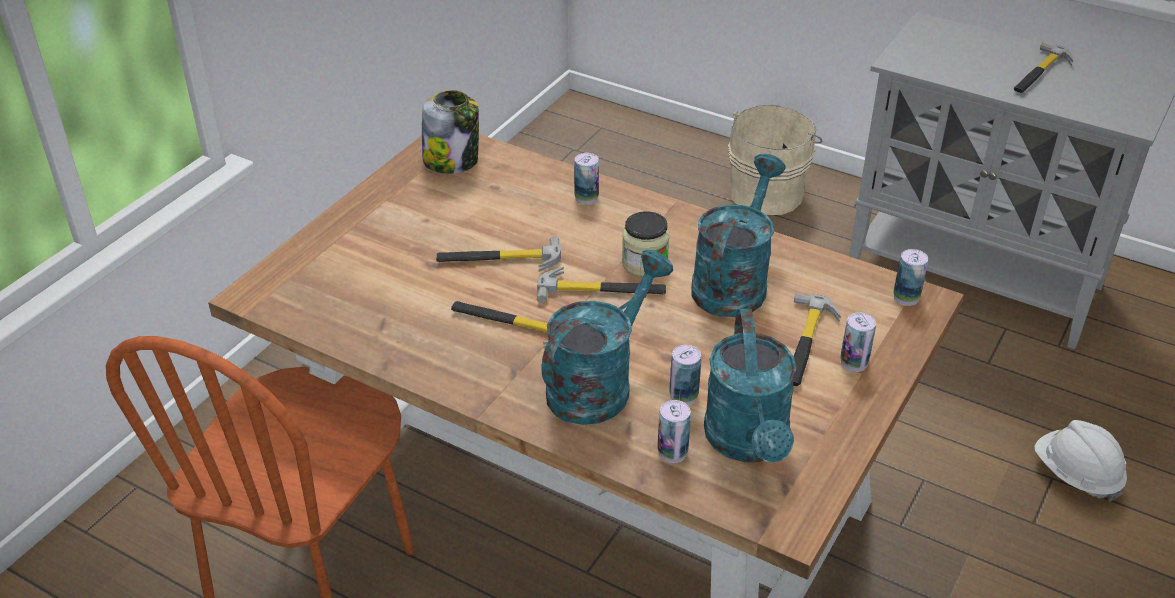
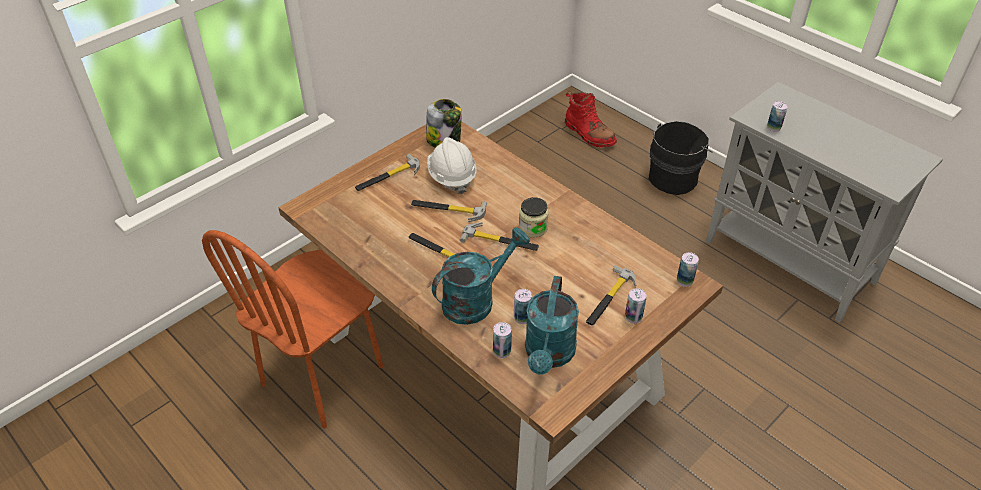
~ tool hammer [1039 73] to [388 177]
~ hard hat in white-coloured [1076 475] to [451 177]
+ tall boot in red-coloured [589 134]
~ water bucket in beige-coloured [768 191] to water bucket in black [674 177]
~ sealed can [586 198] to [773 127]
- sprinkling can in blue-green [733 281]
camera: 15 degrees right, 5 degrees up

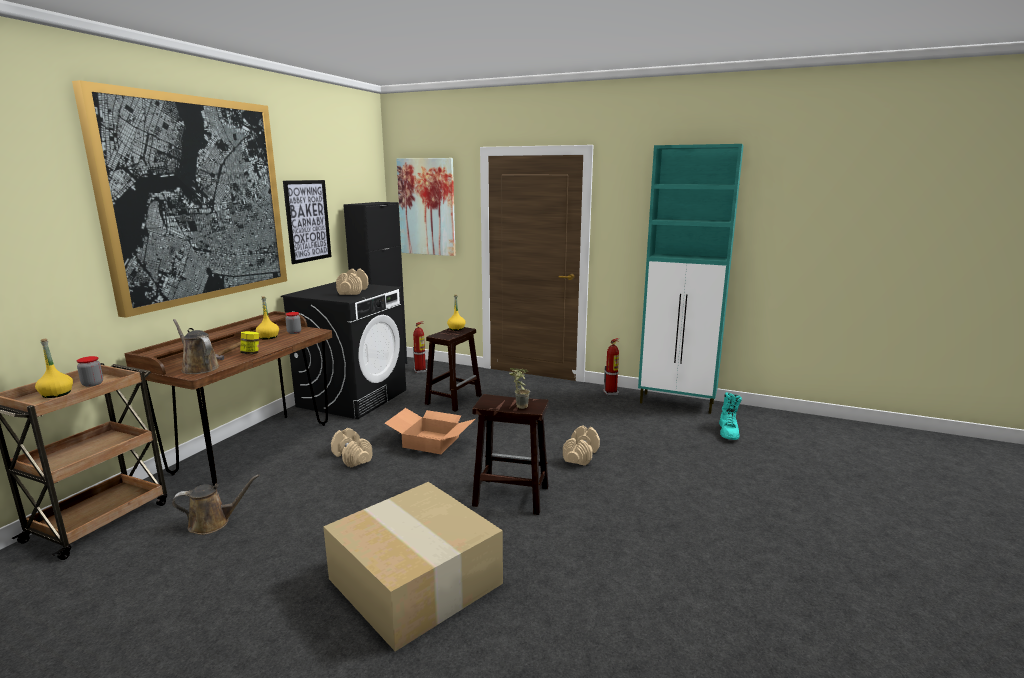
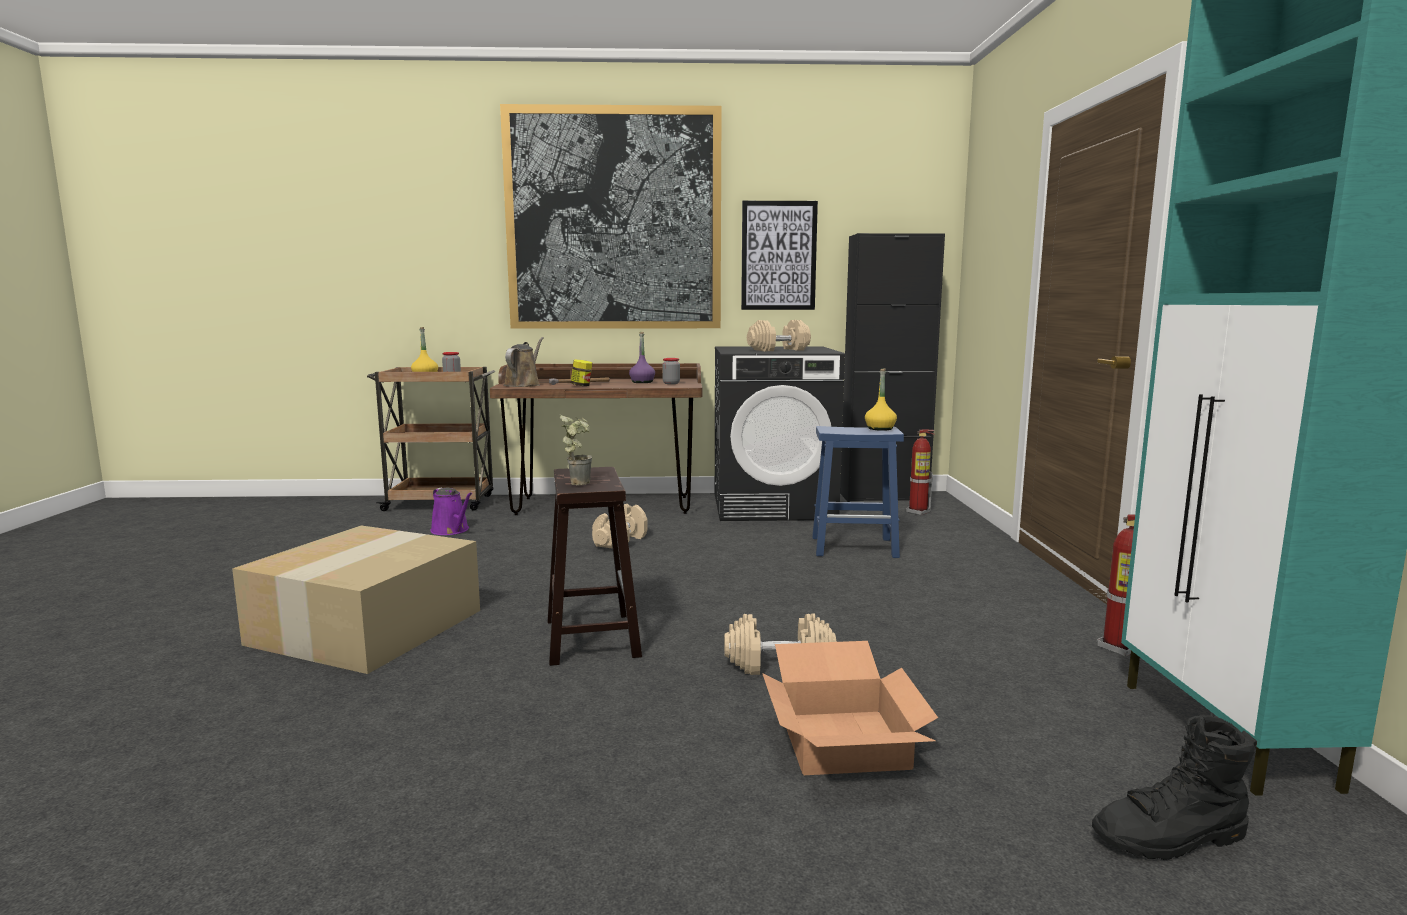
~ sprinkling can in brown-coloured [213 523] to sprinkling can in purple-coloured [452 530]
~ drink bottle in yellow [268 337] to drink bottle in purple-coloured [642 382]
~ cardboard box [430 442] to [840 740]
~ stool in brown-coloured [454 399] to stool in blue [855 547]
~ tall boot in blue-green [728 432] to tall boot in black [1171 838]
- wall art [427 207]
camera: 65 degrees right, 5 degrees down

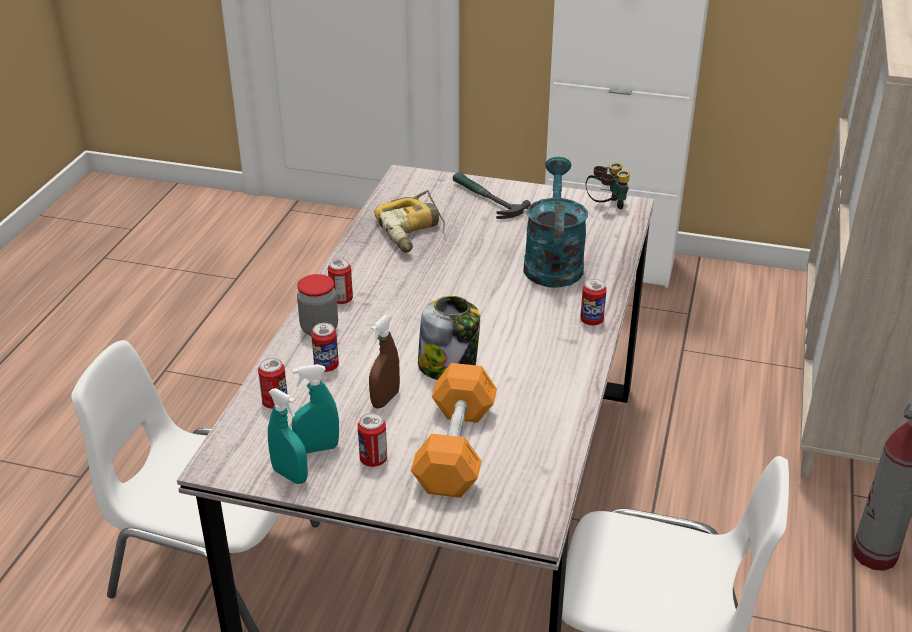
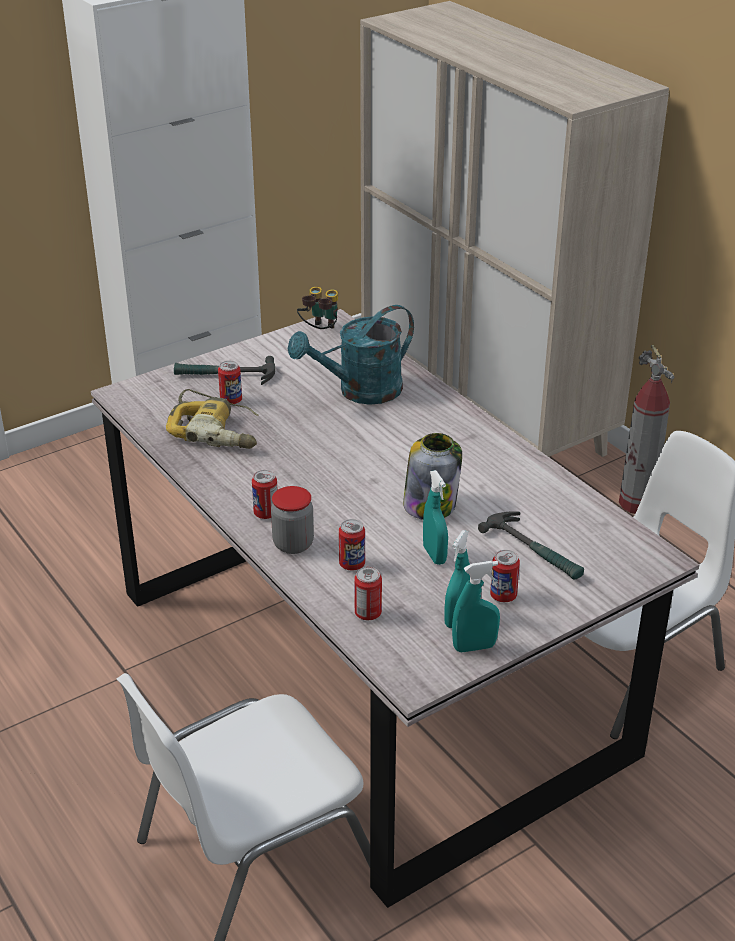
~ sealed can [591 321] to [231 400]
~ sprinkling can in blue-green [552 262] = [360 392] 75 degrees counterclockwise
~ sprayer in brown-coloured [385 399] to sprayer in blue-green [434 555]
~ dumbbell in orange [455 448] to tool hammer [535 551]
camera: 50 degrees left, 0 degrees up

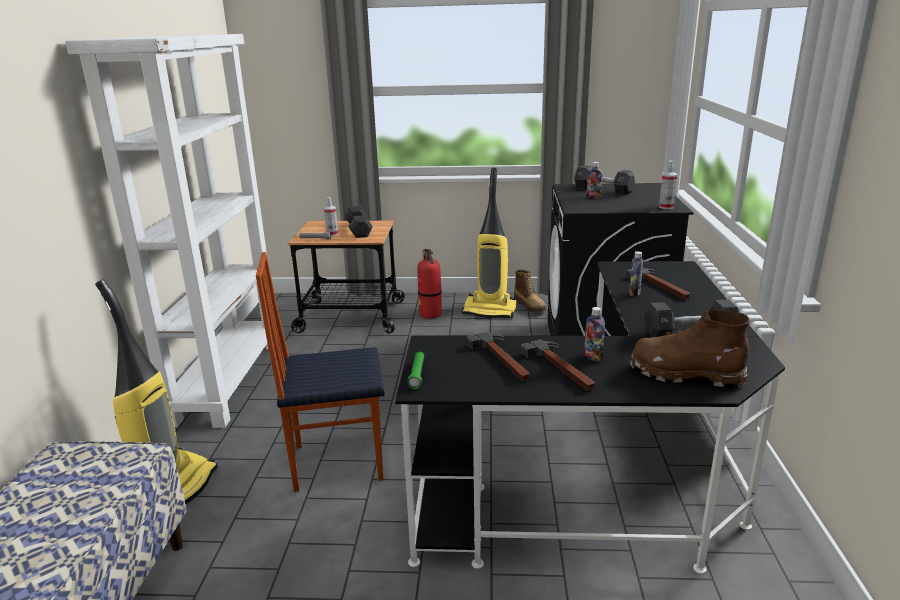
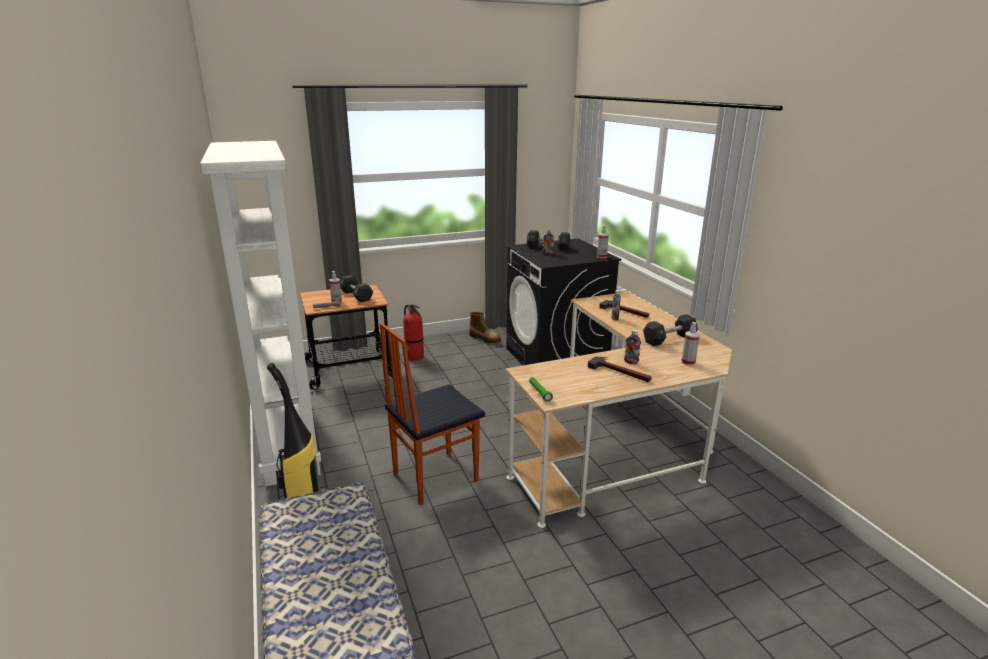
~ desk table in black [607 480] to desk table in beige-coloured [619 445]
~ tall boot in brown-coloured [685 373] to sprayer [688 362]
- vacuum [490 310]
- tool hammer [502 360]
camera: 25 degrees left, 0 degrees up

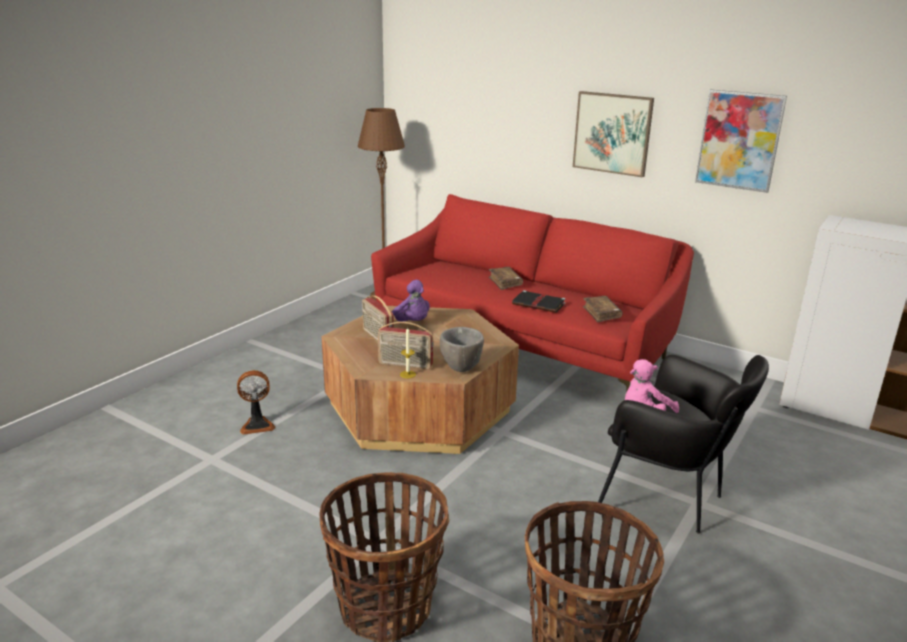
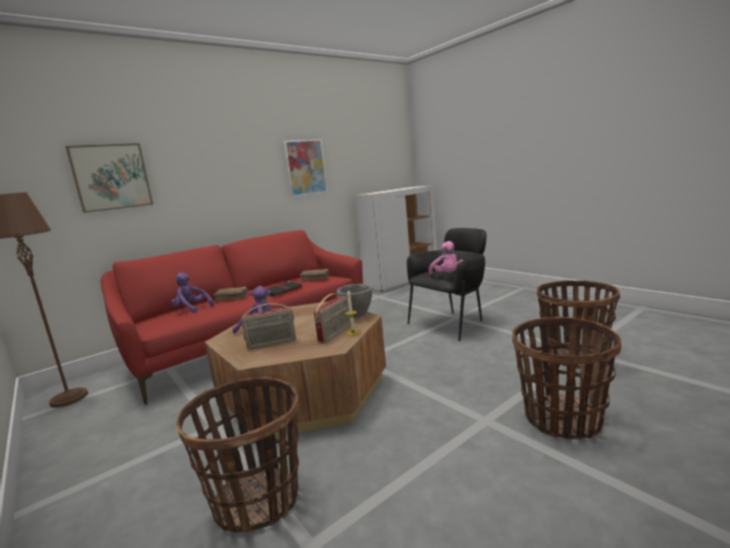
~ wall art [612 133] to [111 177]
+ soft toy in purple-coloured [192 309]
~ fan [257 425] to household basket [257 500]
camera: 70 degrees left, 10 degrees down

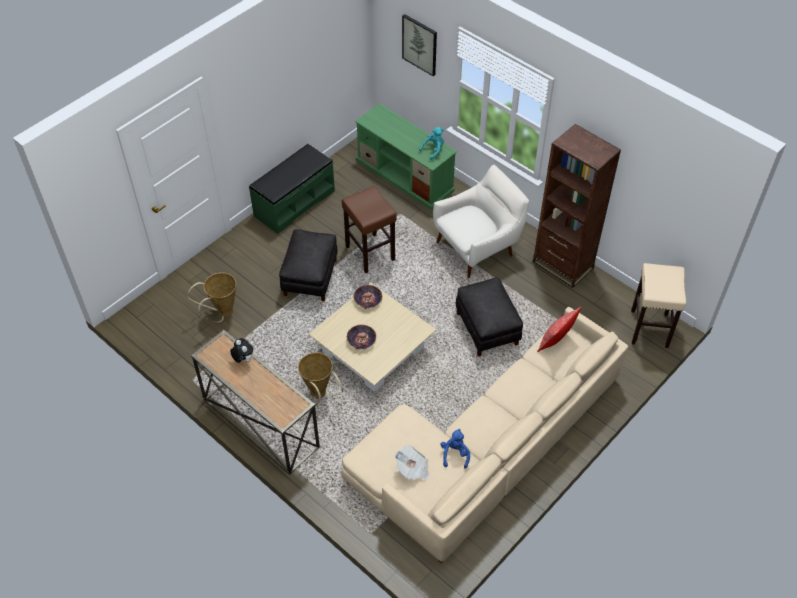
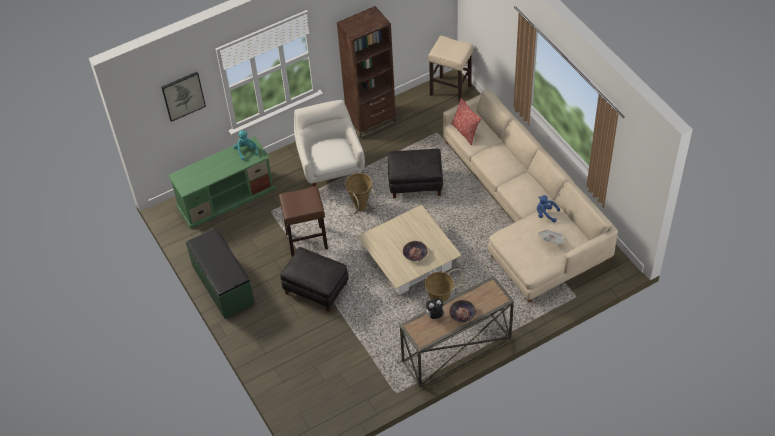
~ household basket [222 314] to [361 209]
~ deep dish [368 300] to [462 314]
camera: 70 degrees left, 0 degrees up

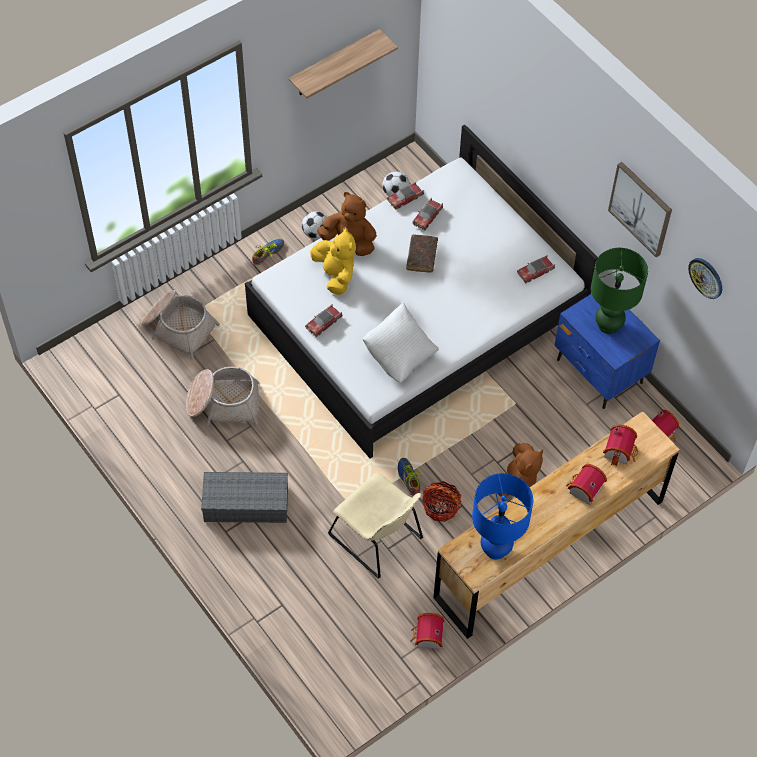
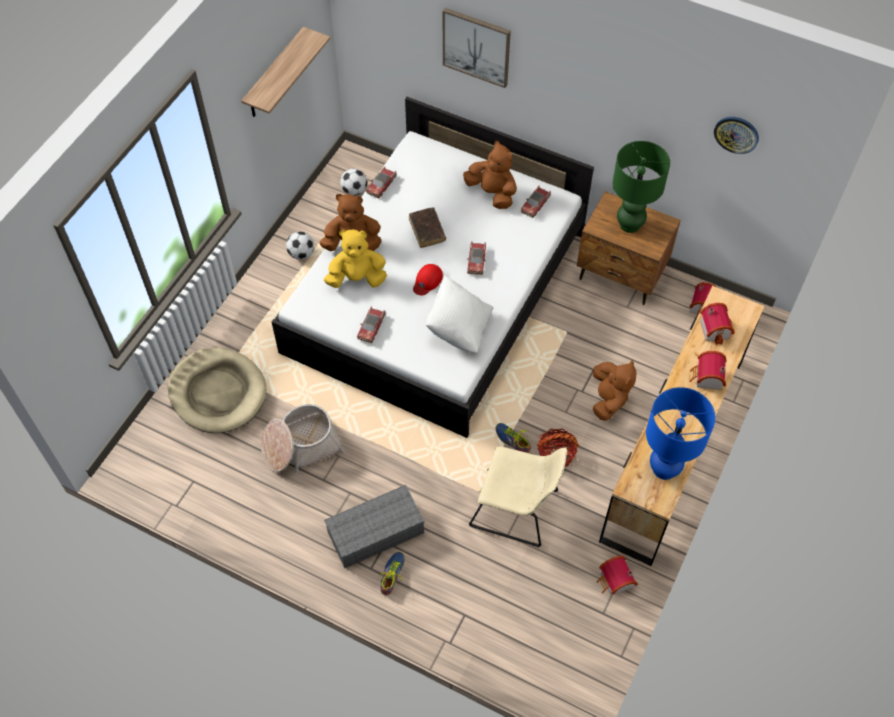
~ household basket [178 328] to dog cushion in beige-coloured [218 392]
~ soft toy in yellow [335 275] = [357 278] 45 degrees counterclockwise
~ shoe [267 253] to [392 575]
+ cap in red-coloured [427 281]
~ wall art [641 208] to [476 46]
+ soft toy in brown-coloured [492 193]
~ model car [427 217] to [476 261]
~ nightstand in blue [599 372] to nightstand in brown-coloured [621 275]
camera: 25 degrees left, 0 degrees up

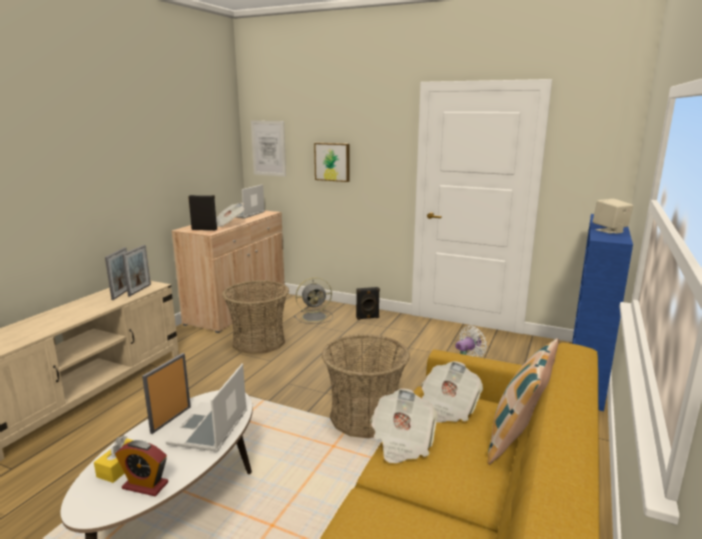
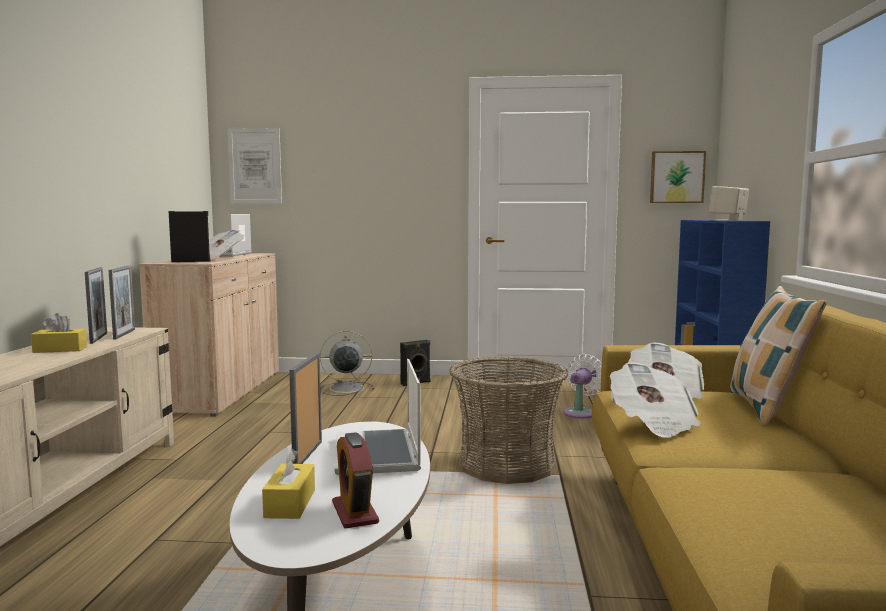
+ box of tissues in yellow [60 349]
~ fan in gray [315 317] = [345 388] 150 degrees counterclockwise
~ alarm clock [145 485] = [355 513] 75 degrees clockwise
~ wall art [332 162] to [676 177]
- household basket [259 342]
camera: 20 degrees left, 10 degrees down

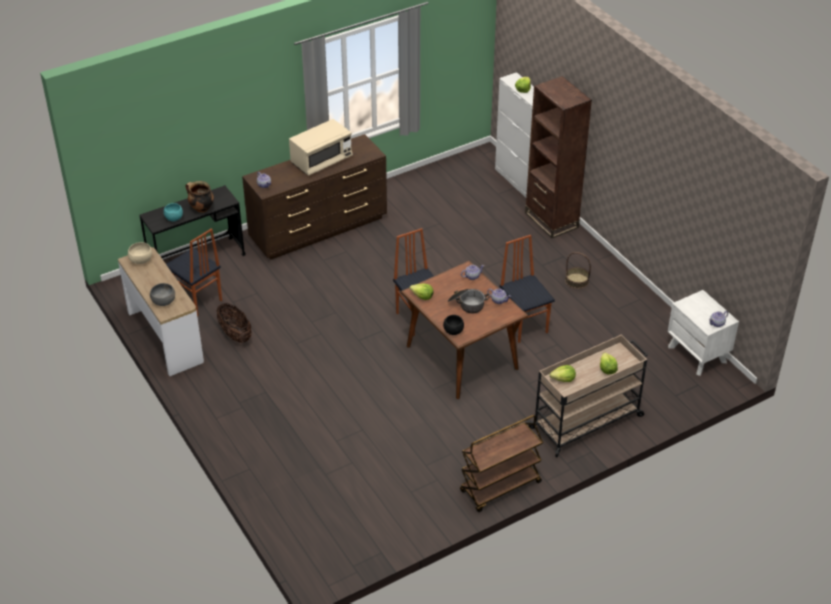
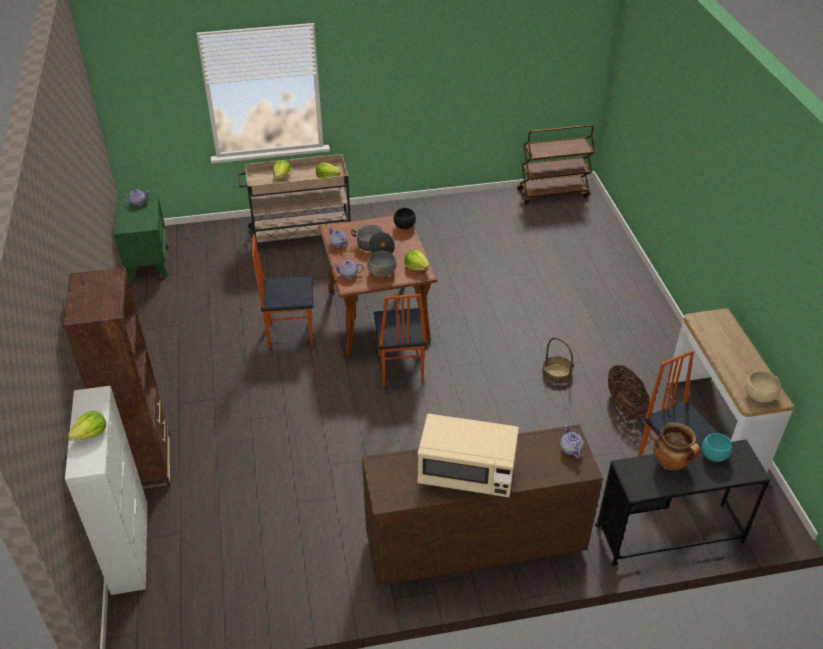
~ nightstand in white-coloured [697 354] to nightstand in green-coloured [148 263]
~ chair [524 325] = [290 332] 90 degrees clockwise
~ deep dish in gray [164 301] to [381 272]
~ microwave oven in beige-coloured [321 161] = [467 473] 150 degrees counterclockwise
~ cart in brown-coloured [500 487] to [553 193]
~ household basket [577 281] to [556 373]
camera: 160 degrees left, 0 degrees up

